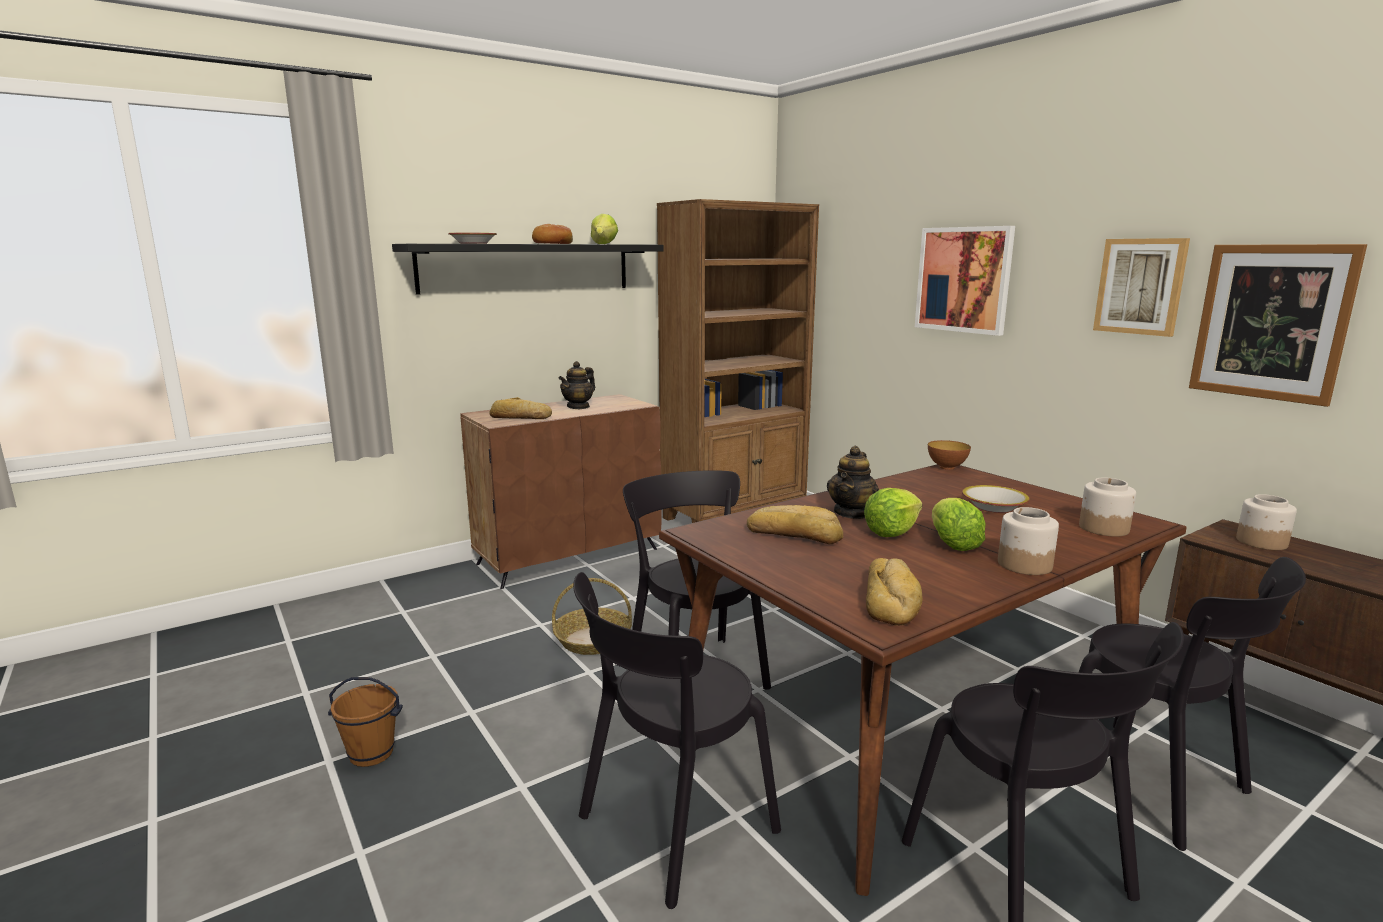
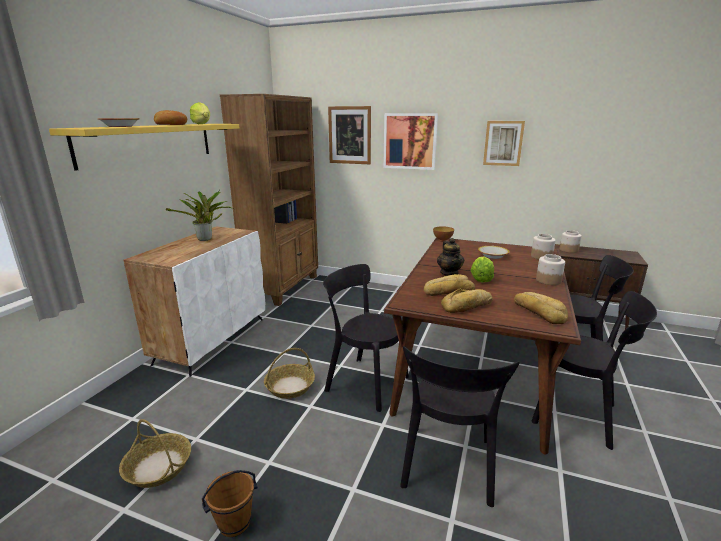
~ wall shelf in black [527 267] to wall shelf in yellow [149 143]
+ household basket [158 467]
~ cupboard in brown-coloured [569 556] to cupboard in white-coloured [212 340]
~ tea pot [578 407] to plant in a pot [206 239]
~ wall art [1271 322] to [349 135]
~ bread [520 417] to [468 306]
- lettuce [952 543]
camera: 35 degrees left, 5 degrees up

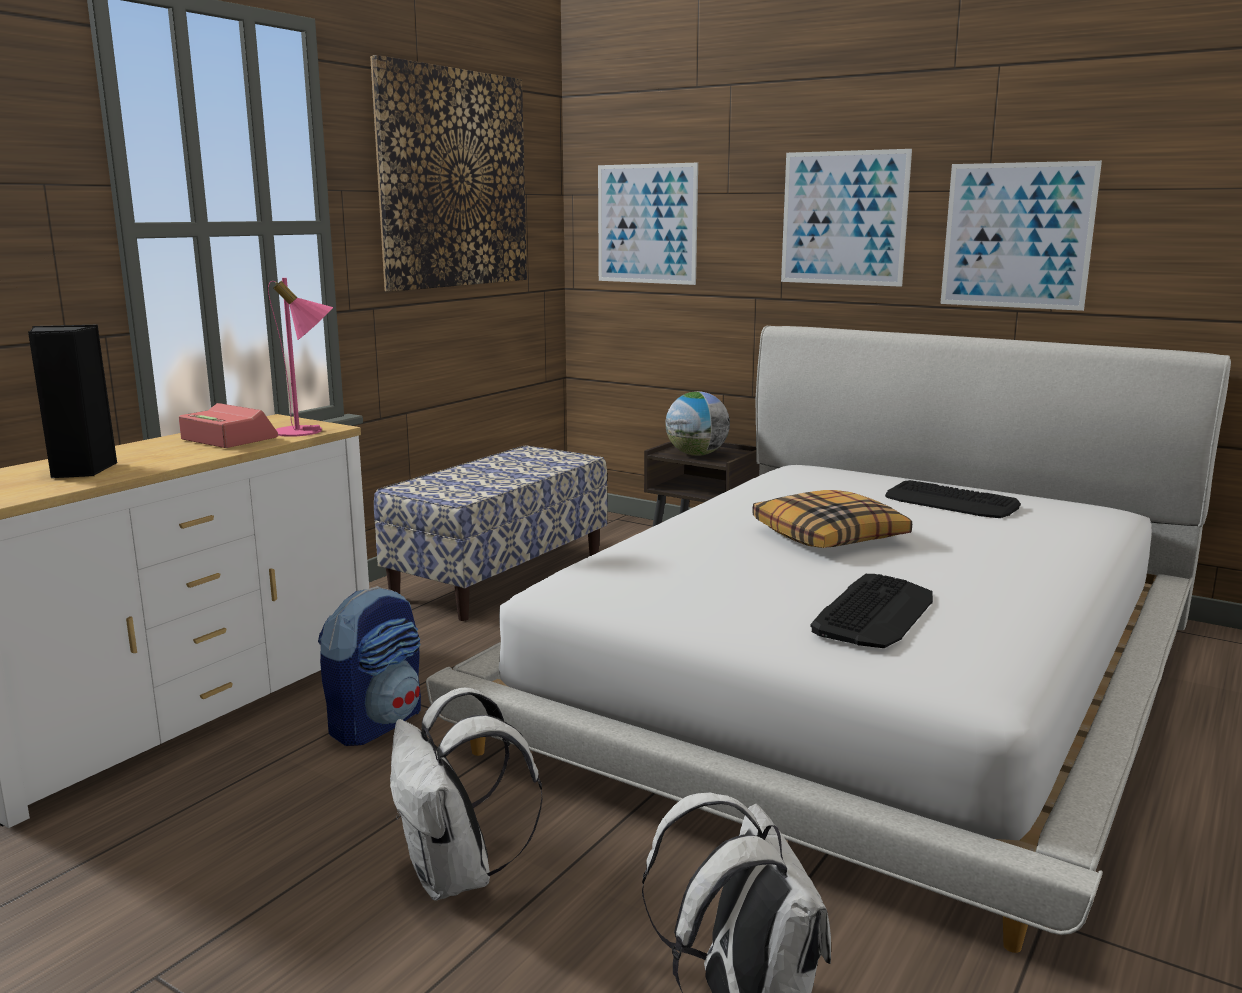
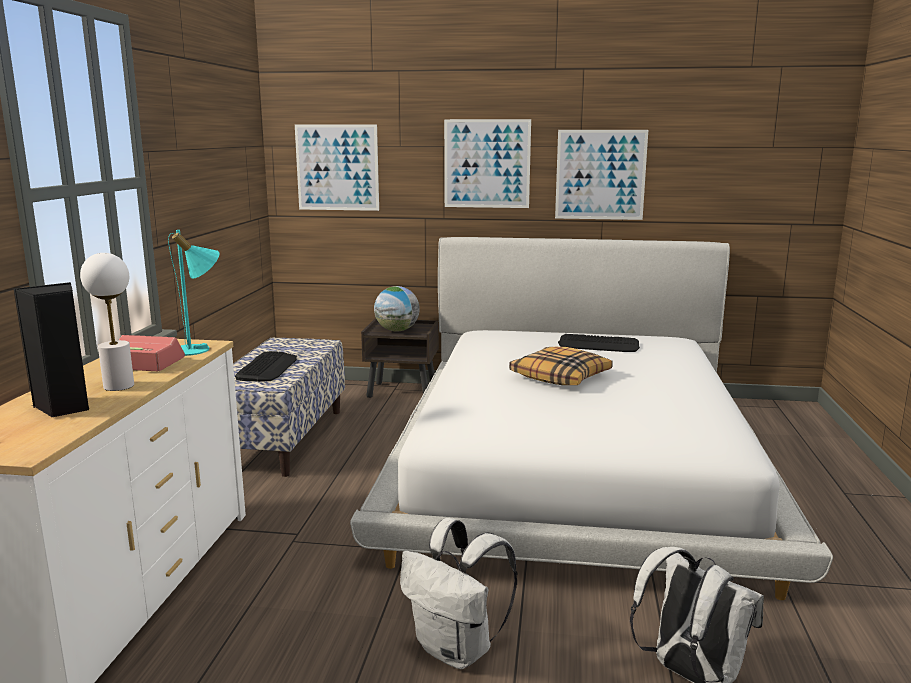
+ tabletop lamp in white-coloured [118 386]
~ tabletop lamp in pink-coloured [307 431] to tabletop lamp in blue-green [198 349]
~ keyboard [875 612] to [268 368]
- backpack [376 723]
- wall art [453 179]
camera: 25 degrees left, 0 degrees up

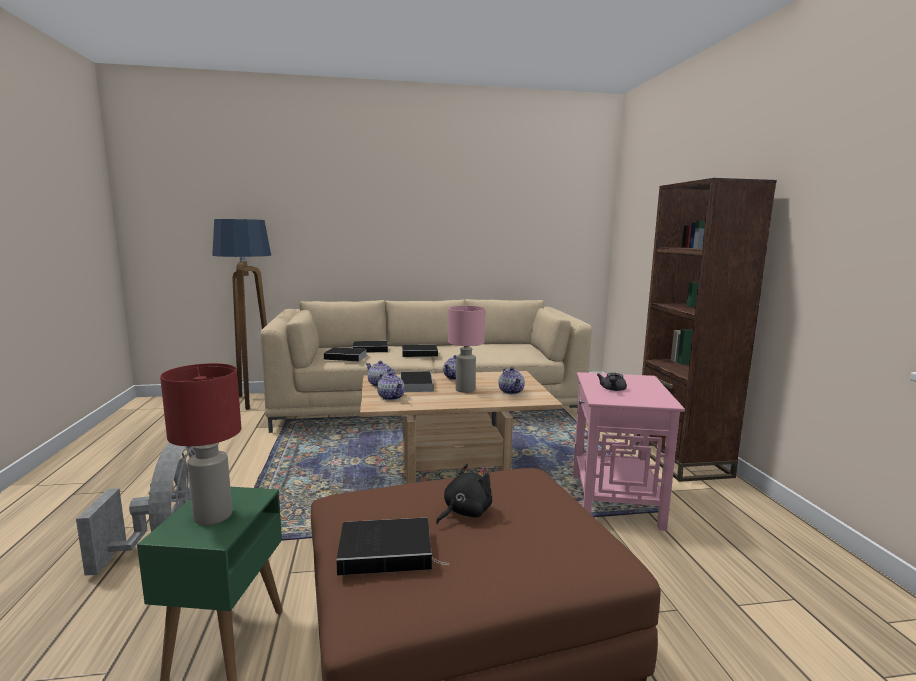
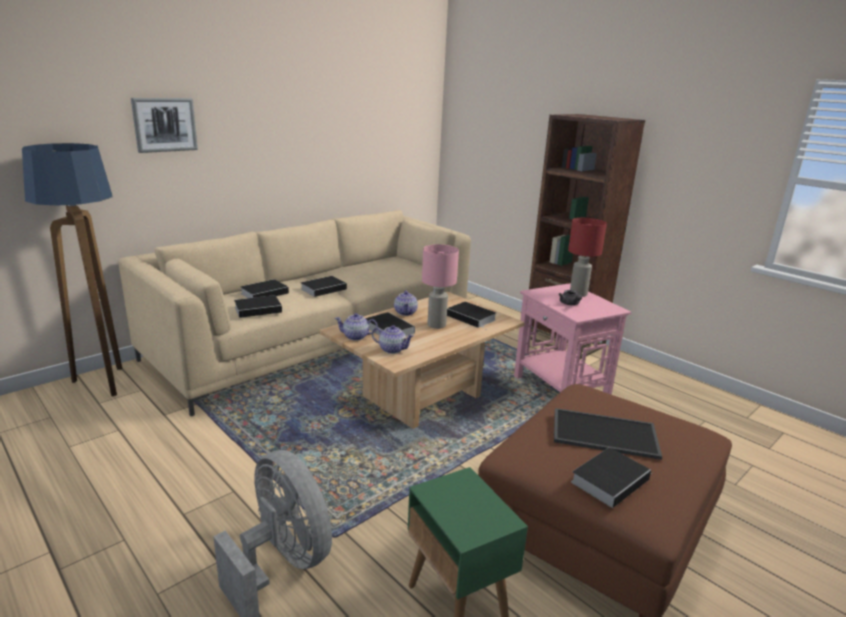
+ wall art [164 124]
~ tea pot [511 391] to bound book [472 318]
~ soft toy in black [464 512] to serving tray [603 434]
~ tabletop lamp in red-coloured [213 516] to [578 294]
camera: 35 degrees left, 10 degrees up

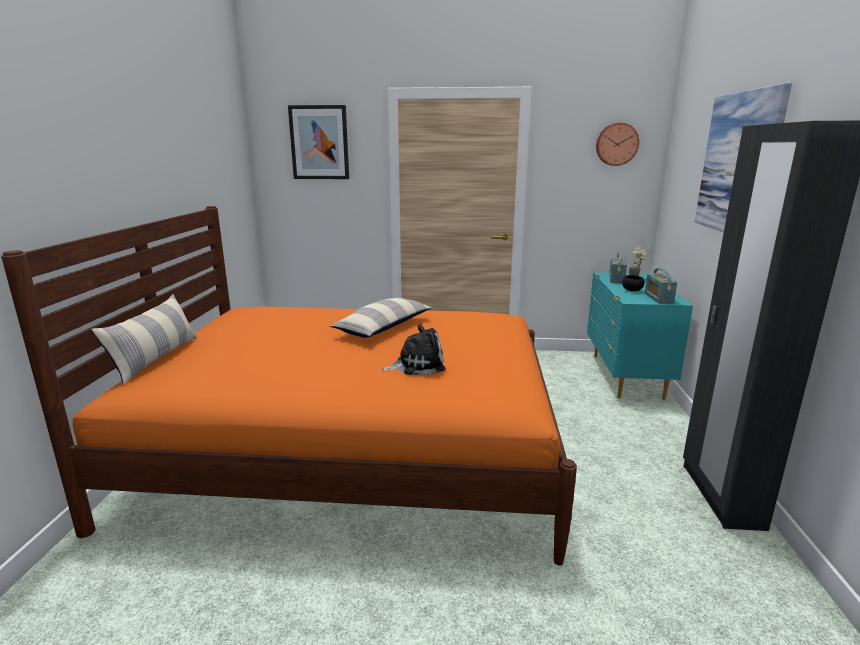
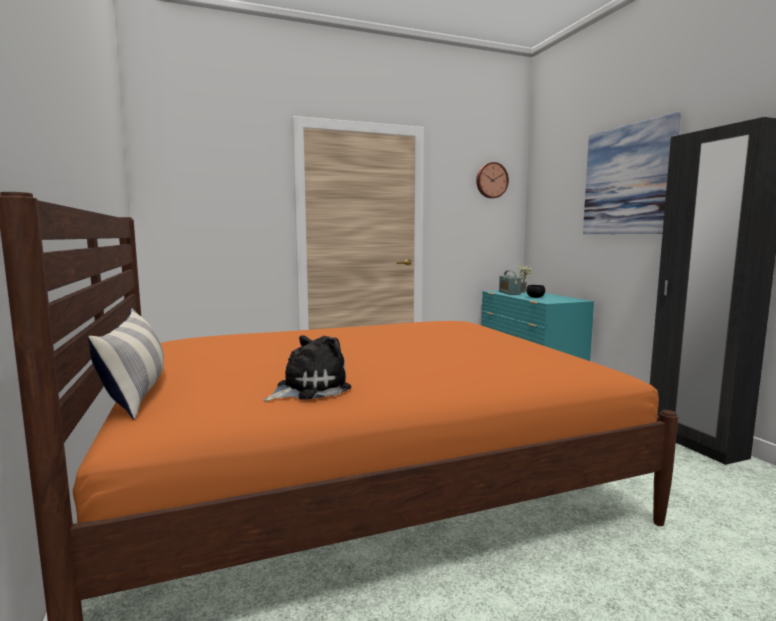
~ soft toy [417 365] to [308 388]
- wall art [319 142]
- pillow [383 328]
- radio [658 298]
camera: 25 degrees left, 10 degrees down

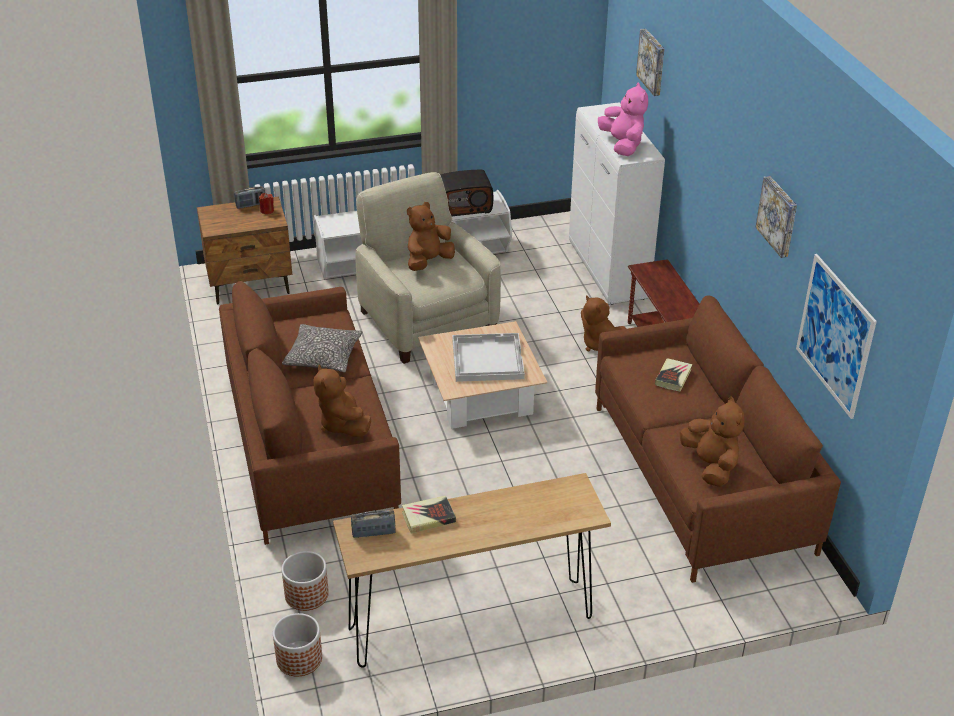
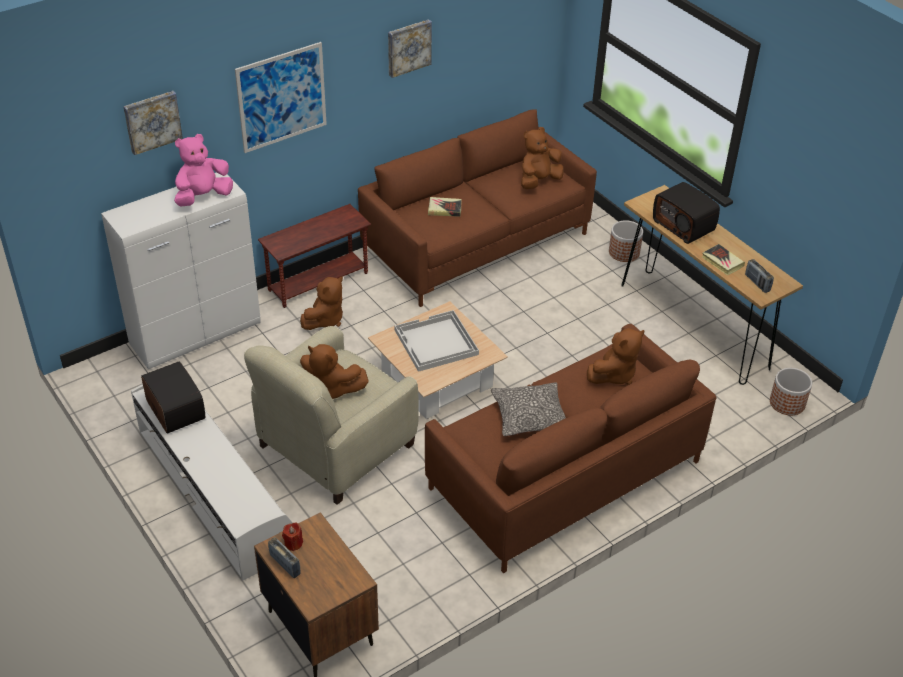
~ wall art [835 335] to [282 97]
~ planter [306 595] to [624 252]
+ radio [684 225]
camera: 110 degrees left, 5 degrees up

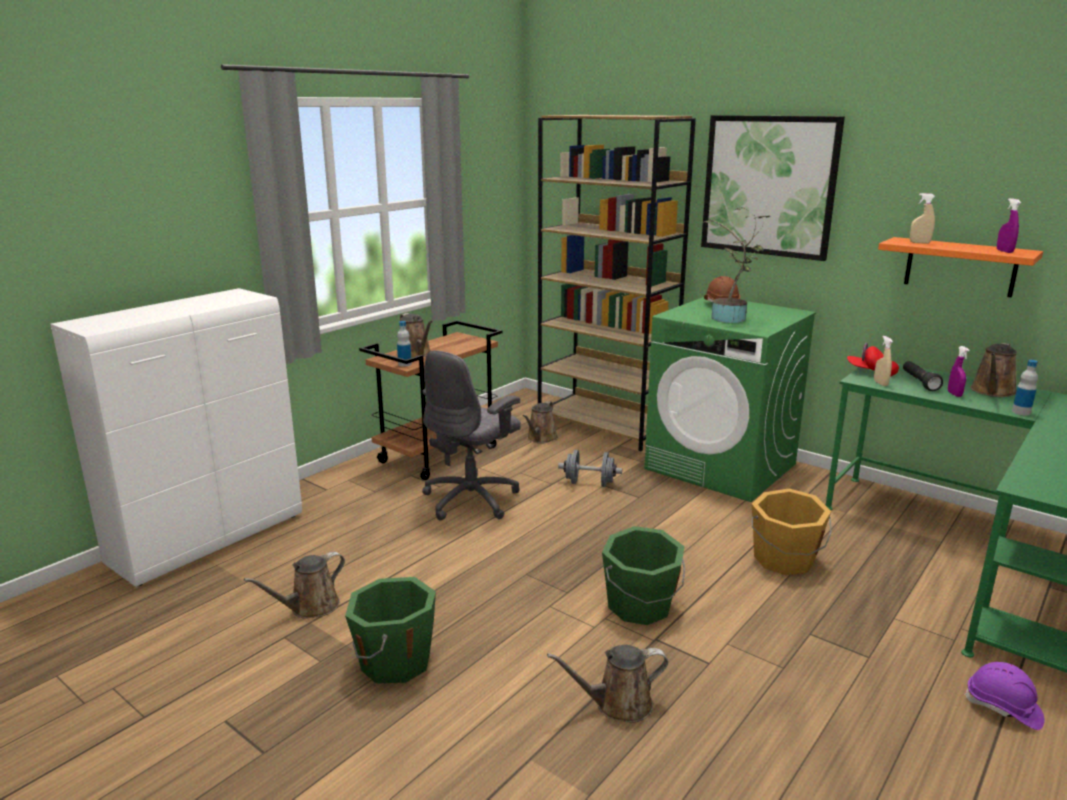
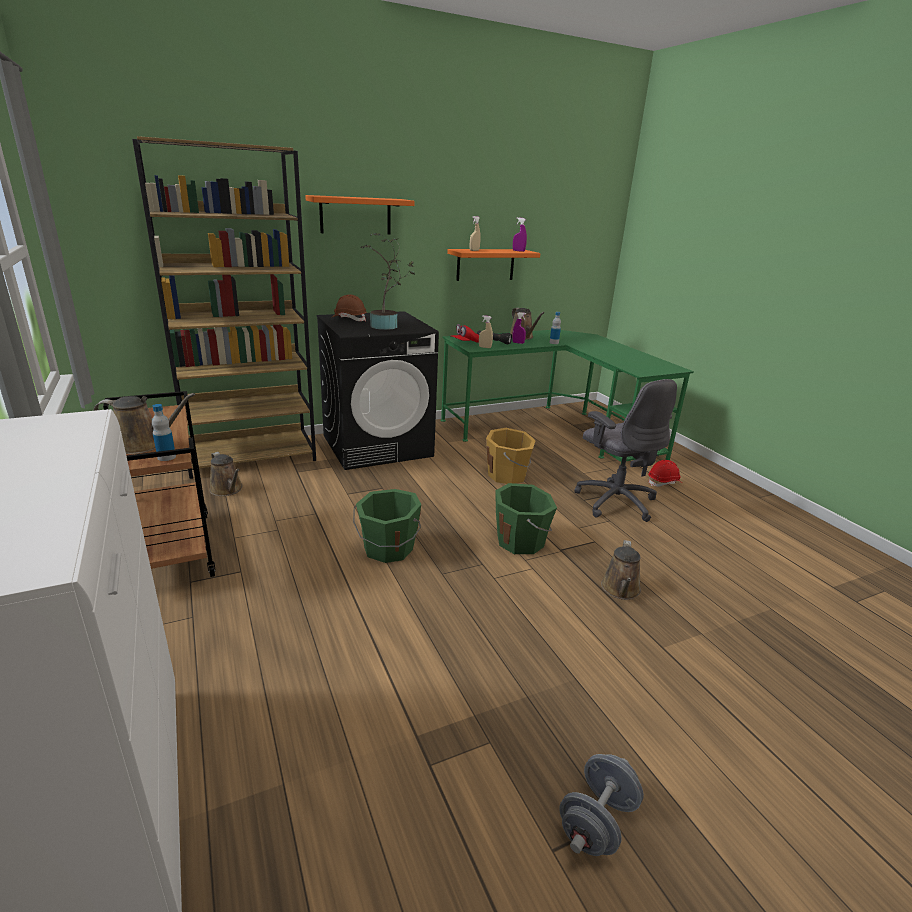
~ wall art [768 186] to wall shelf in orange [355 215]
~ laundry appliance in green-coloured [721 466] to laundry appliance in black [378 445]
~ water bucket in green-coloured [394 661] to [388 549]
~ dumbbell in gray [589 483] to [596 821]
~ desk chair in gray [472 499] to [615 501]
~ hard hat in purple-coloured [1003 708] to hard hat in red-coloured [664 482]
- sprinkling can in brown-coloured [310 607]
camera: 65 degrees left, 5 degrees up

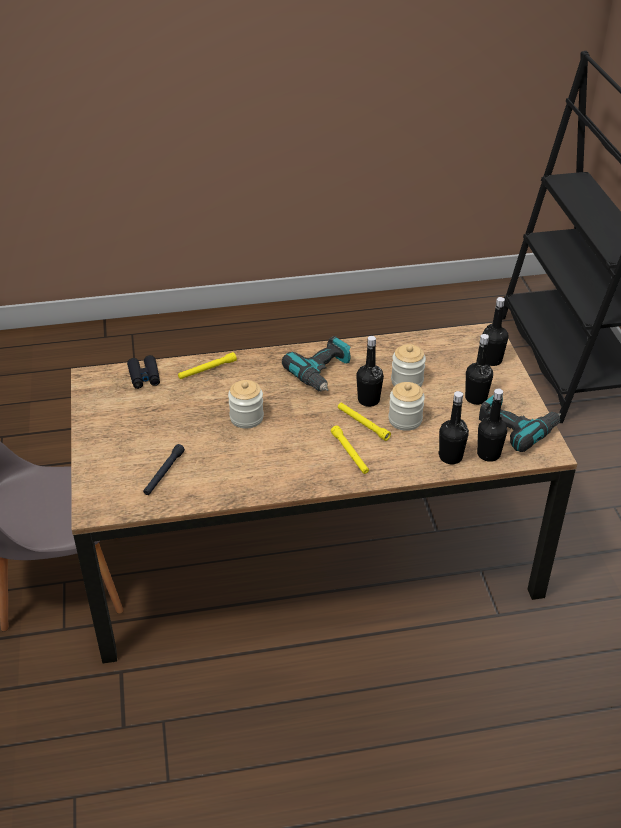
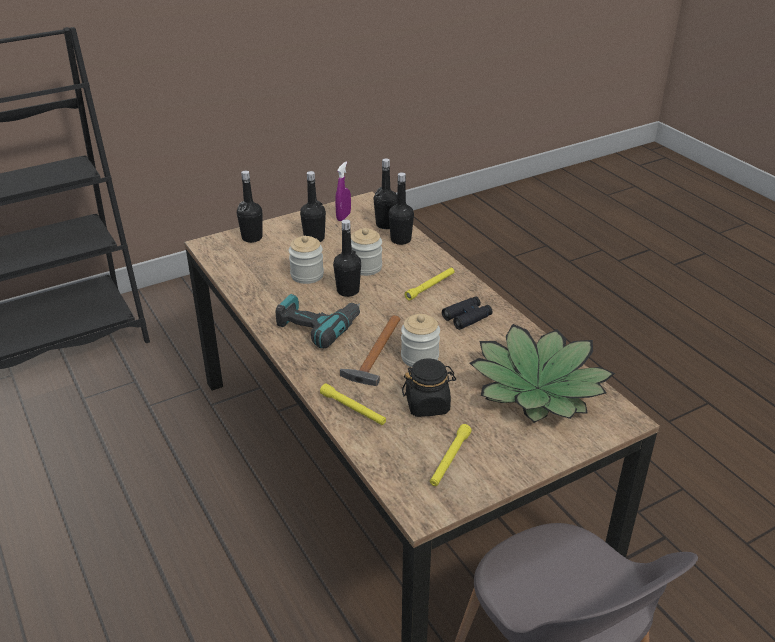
~ drill [517 427] to sprayer in purple-coloured [343 217]
+ tool hammer [375 354]
+ jar in black [428 405]
~ flashlight in yellow [363 424] to [450 459]
~ pair of binoculars in black [144 377] to [467 317]
~ flashlight in black [164 473] to plant in a pot [538 388]
camera: 110 degrees left, 5 degrees down

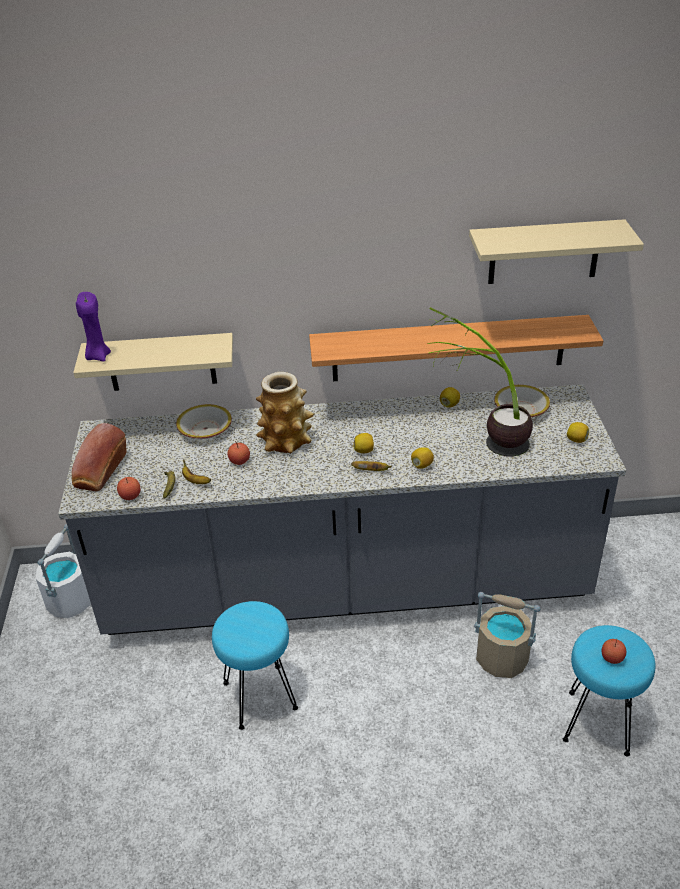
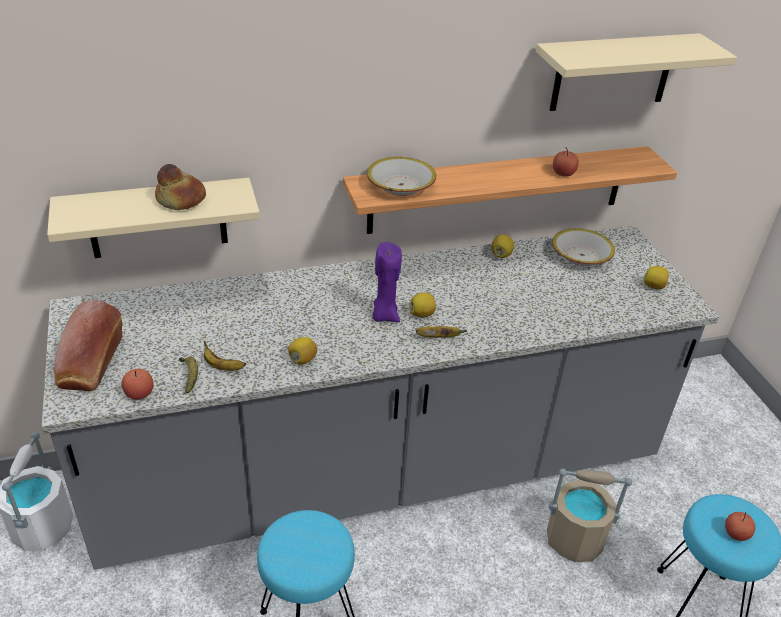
+ bread [180 200]
~ whole lemon [422 465] to [302 360]
~ deep dish [205 429] to [401 185]
~ candle in purple-coloured [98 356] to [384 315]
~ apple fruit [239 461] to [563 173]
- flower vase [286 441]
- plant in a pot [481 439]
camera: 15 degrees left, 0 degrees up

